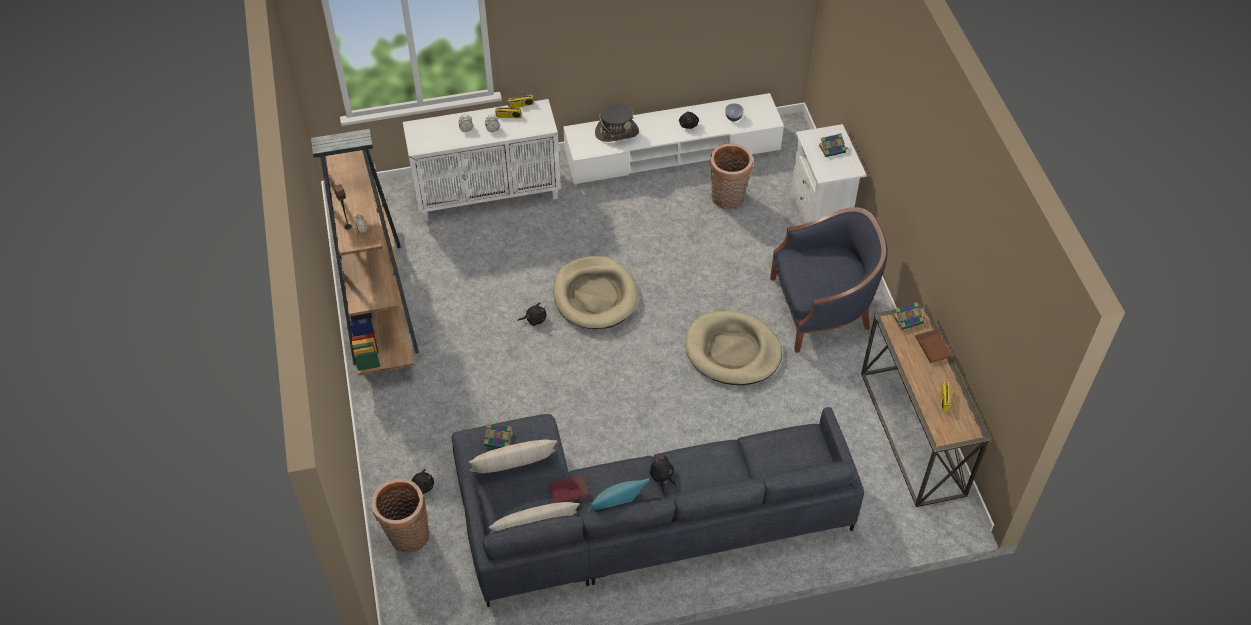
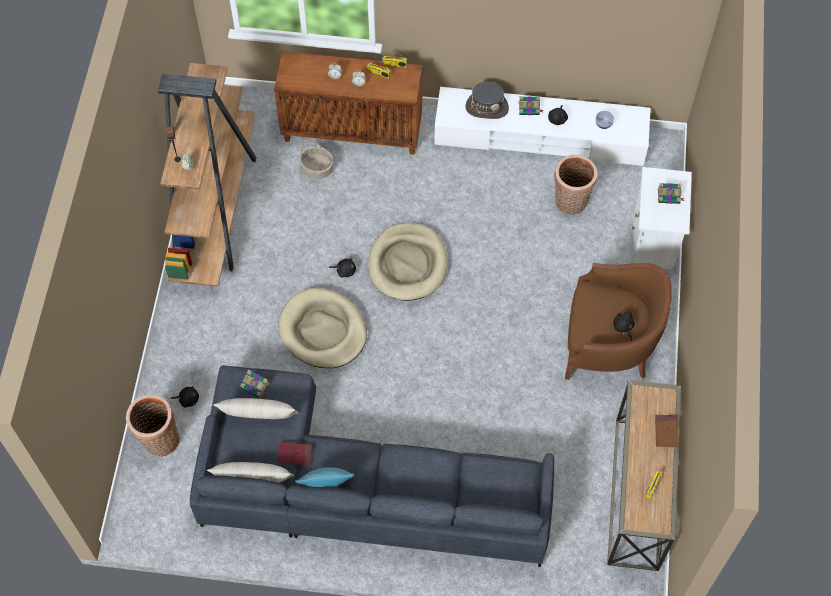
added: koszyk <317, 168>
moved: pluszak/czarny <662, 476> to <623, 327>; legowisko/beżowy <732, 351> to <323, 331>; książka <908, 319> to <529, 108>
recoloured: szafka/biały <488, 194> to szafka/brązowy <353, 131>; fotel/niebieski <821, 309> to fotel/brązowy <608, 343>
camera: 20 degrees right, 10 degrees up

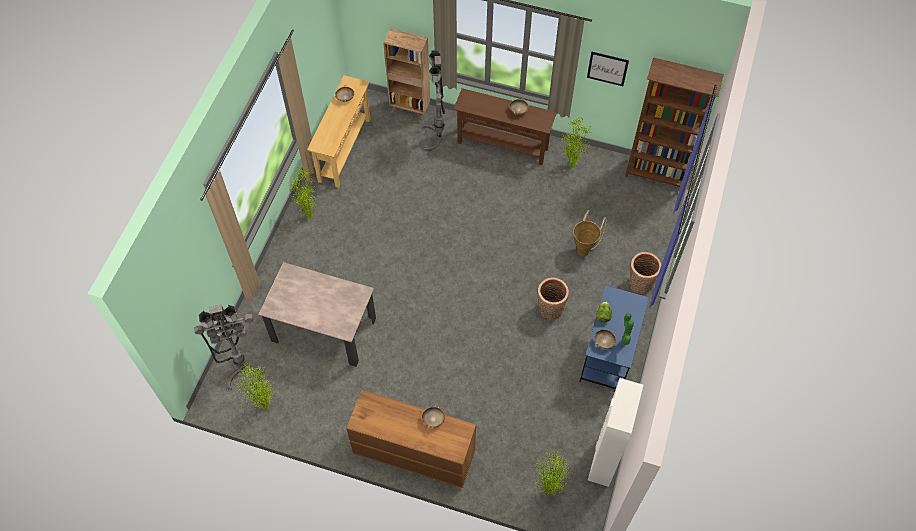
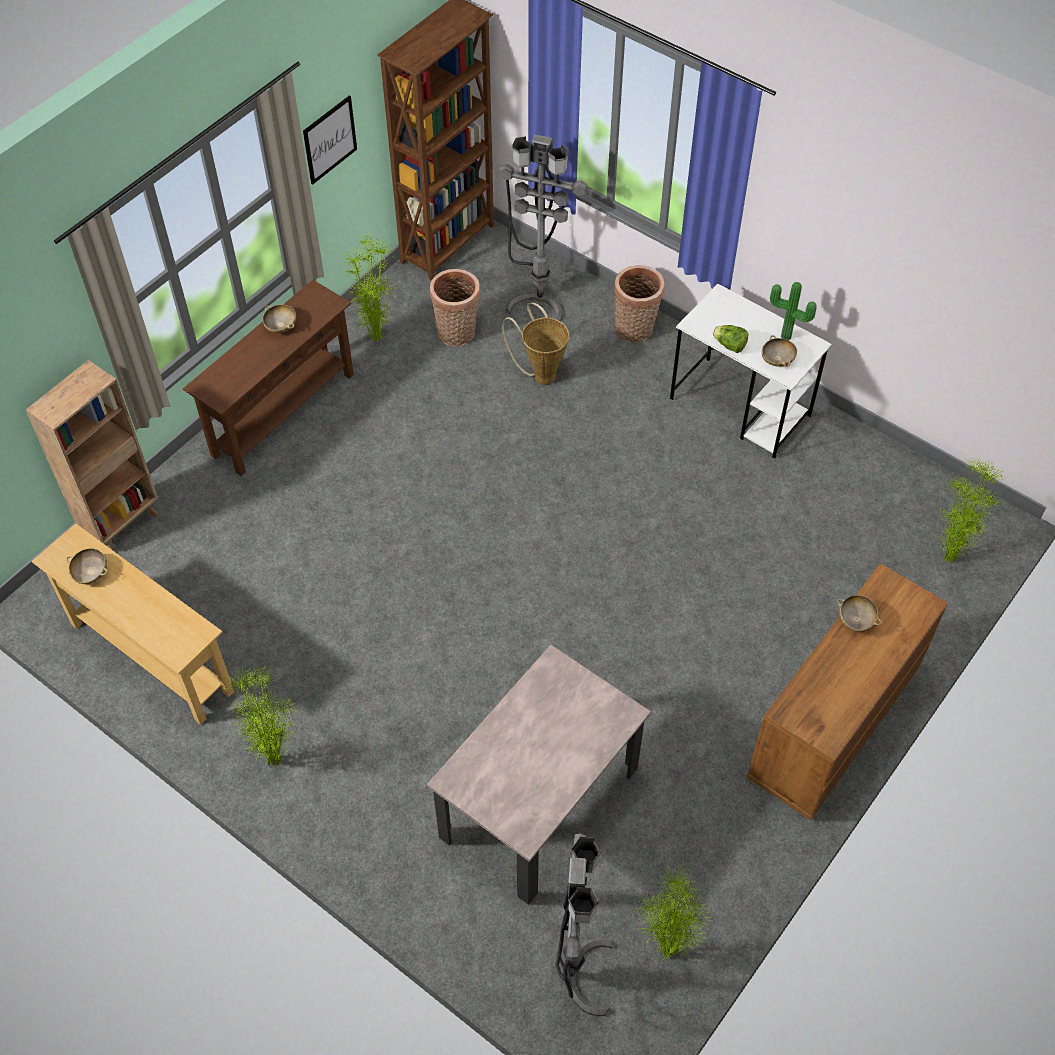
removed: szafka/biały <603, 461>
moved: lampa stojąca/szary <437, 137> to <538, 301>; koszyk <550, 310> to <457, 334>
recoloured: biurko/niebieski <608, 355> to biurko/biały <741, 407>
camera: 70 degrees left, 5 degrees down

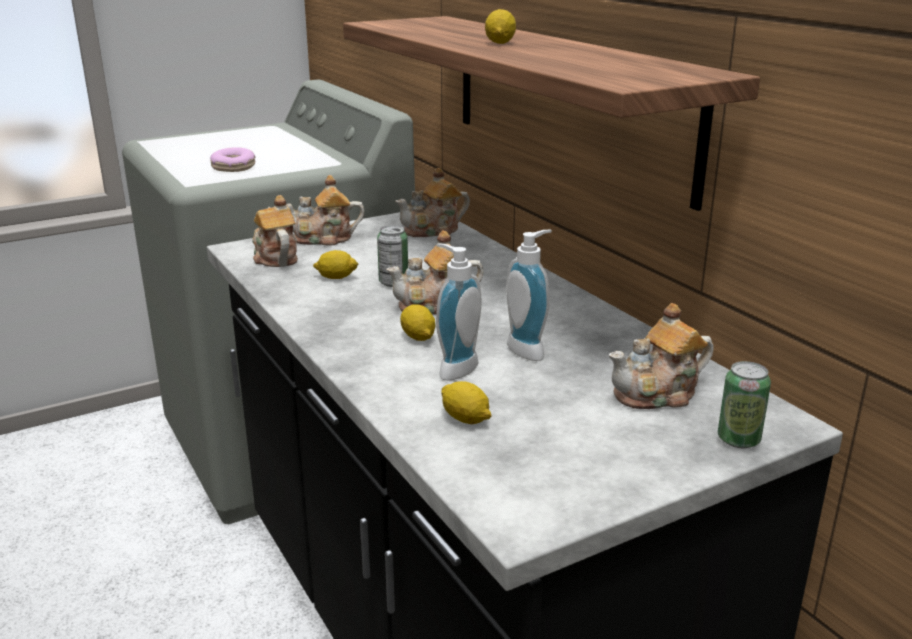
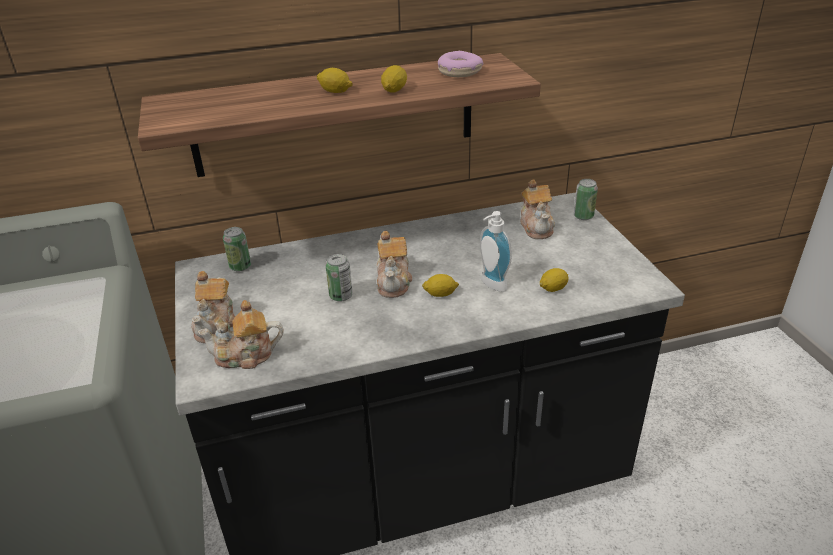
removed: dozownik mydła <530, 349>
moved: donut <233, 168> to <460, 72>; cytryna <336, 277> to <394, 90>
replaced: imbryk <433, 231> to puszka <240, 266>
camera: 75 degrees left, 10 degrees up

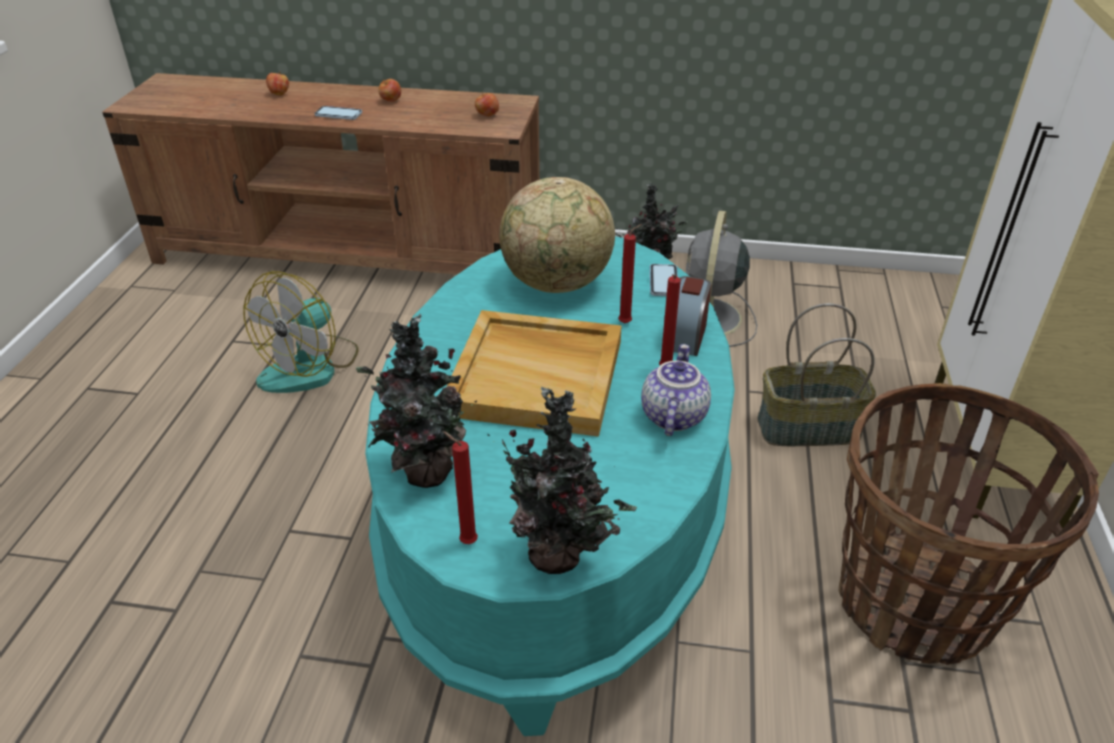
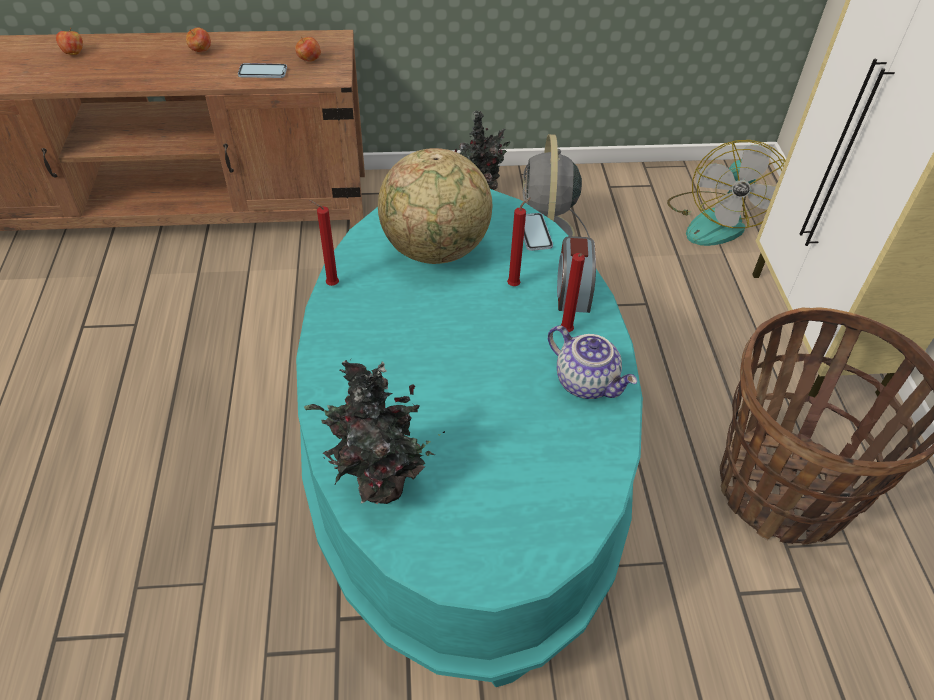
removed: taca/beżowy <538, 376>; roślina doniczkowa <561, 556>; koszyk <807, 429>
moved: wentylator <310, 367> to <716, 220>; telefon <338, 114> to <263, 72>; świeca/czerwony <466, 541> to <330, 285>
turned: imbryk <672, 415> = <587, 382> 135 degrees clockwise
camera: 15 degrees left, 10 degrees up

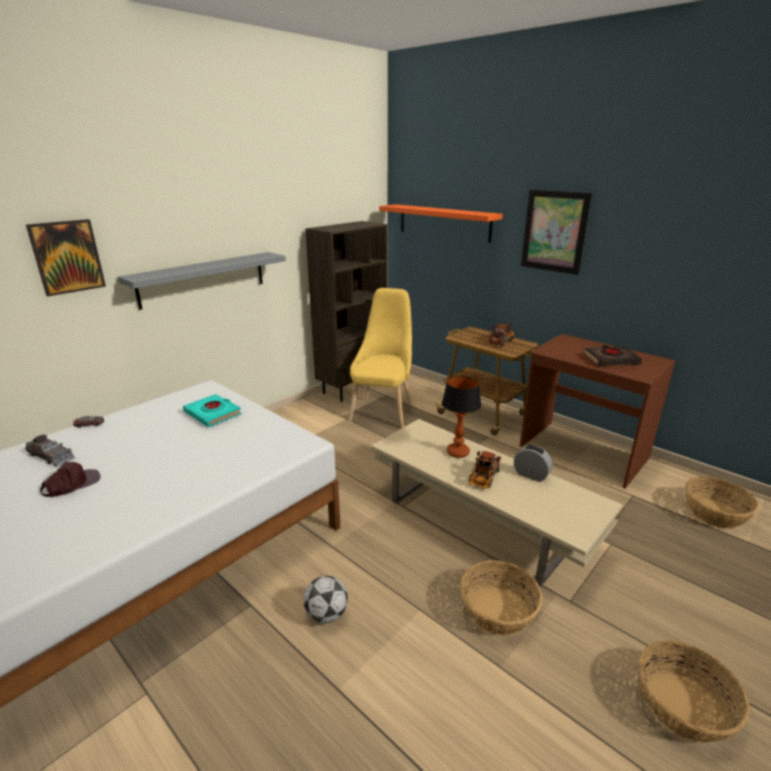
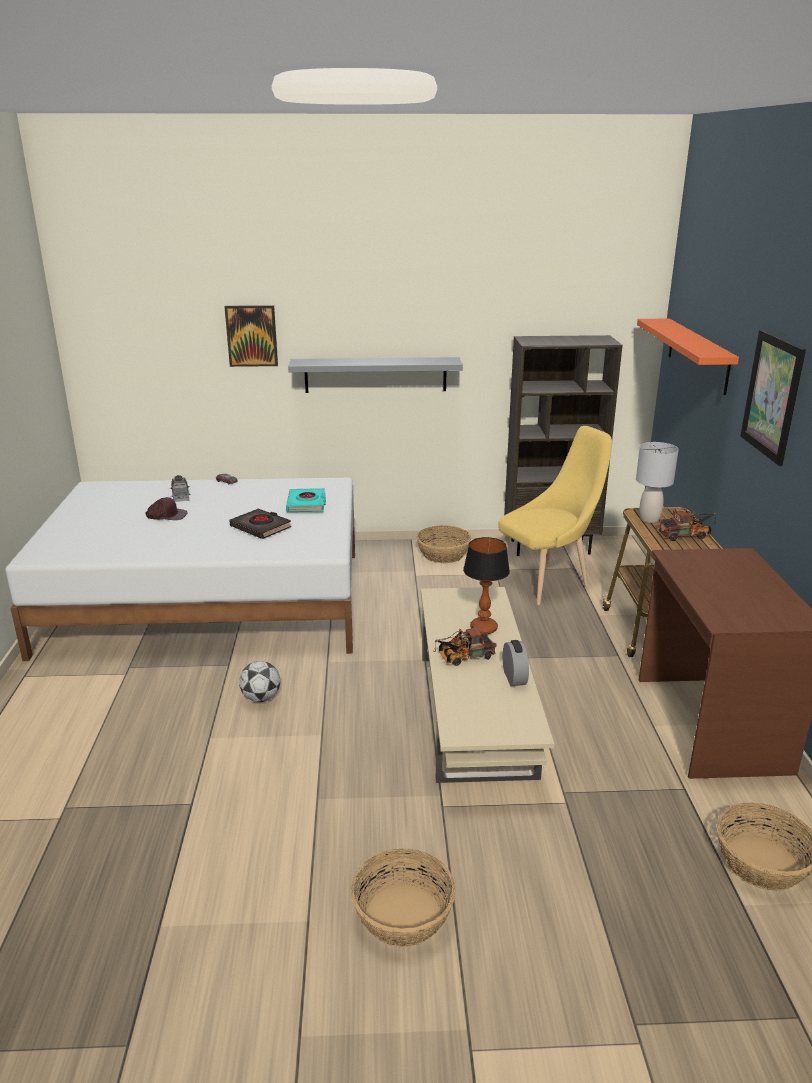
added: lampa stołowa/szary <649, 519>
moved: koszyk <498, 610> to <443, 554>; książka/czarny <610, 359> to <261, 527>
camera: 45 degrees right, 0 degrees up

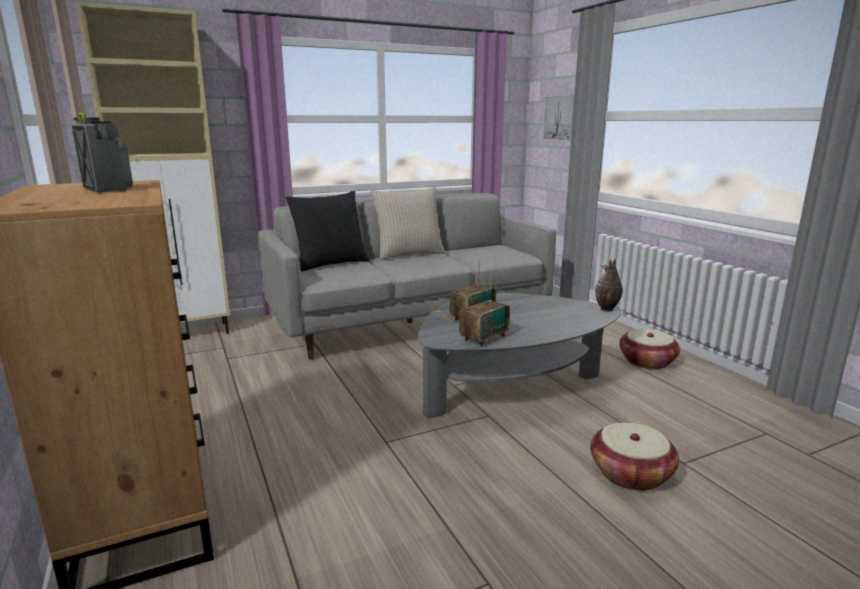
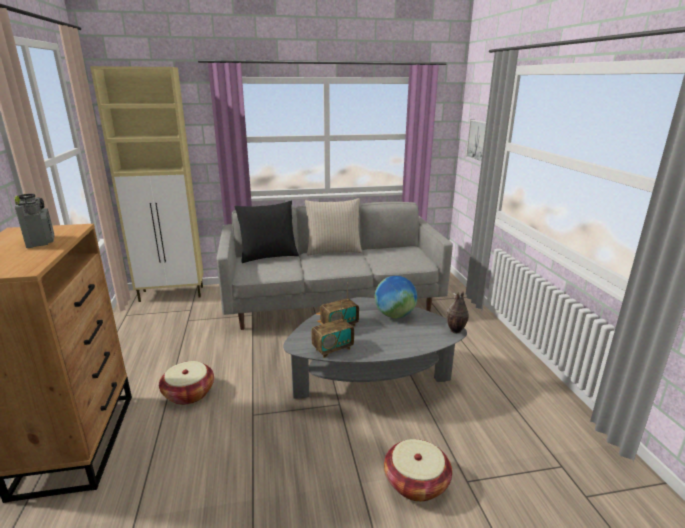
added: globus <394, 315>
moved: koszyk <647, 362> to <189, 393>
camera: 15 degrees right, 5 degrees up

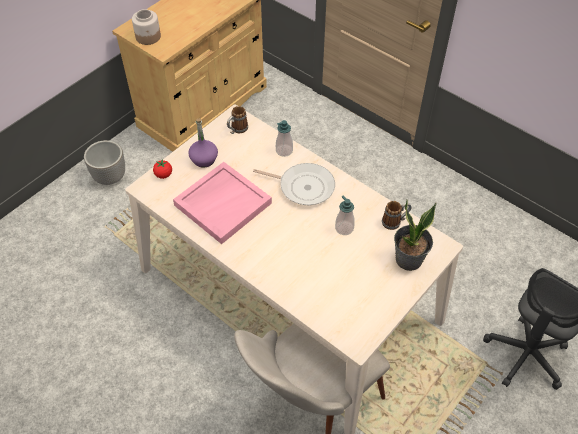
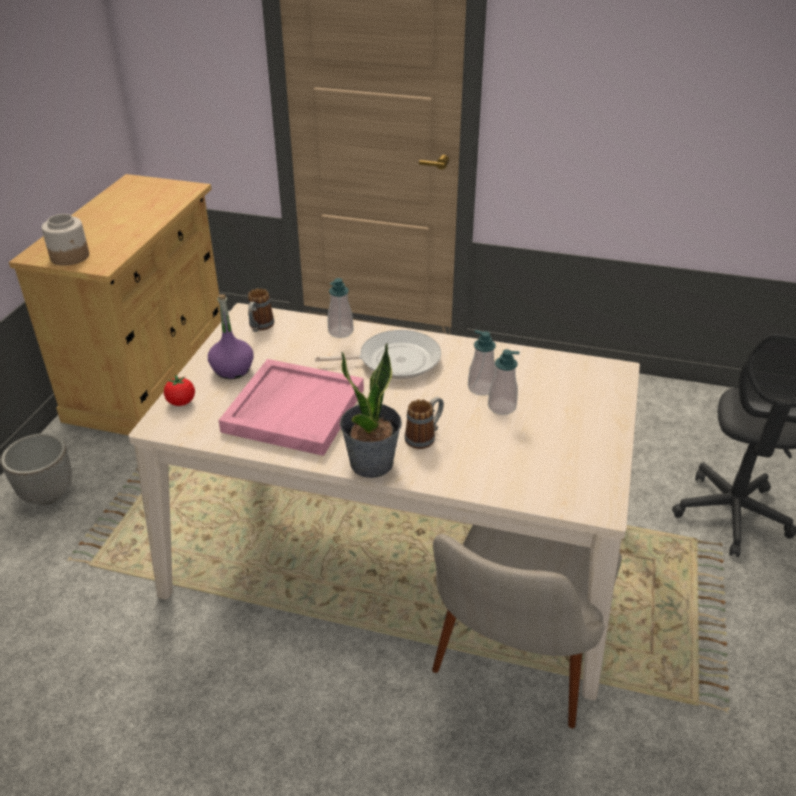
added: dozownik mydła <502, 407>
moved: kubek <395, 222> to <425, 437>; roślina doniczkowa <409, 260> to <372, 463>
camera: 25 degrees left, 15 degrees down

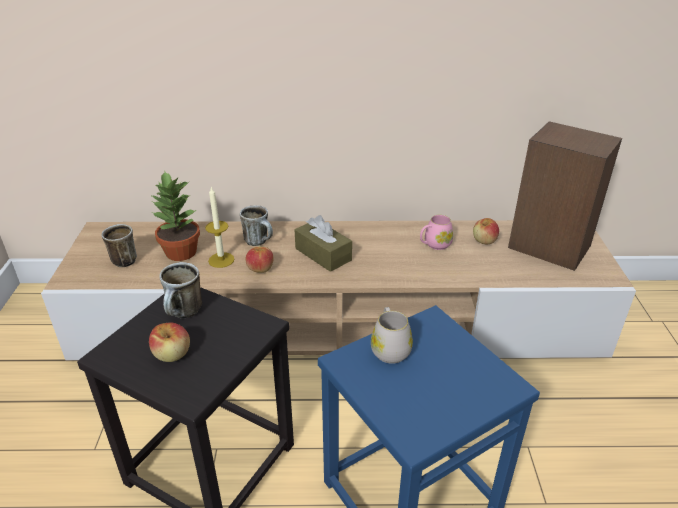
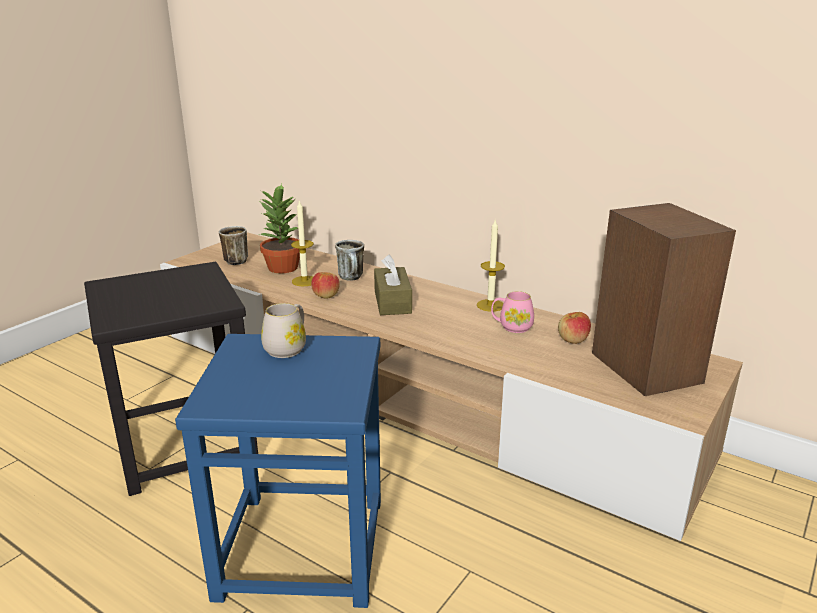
removed: jabłko <172, 354>; kubek <184, 314>
added: świeca <490, 305>
camera: 35 degrees right, 10 degrees down

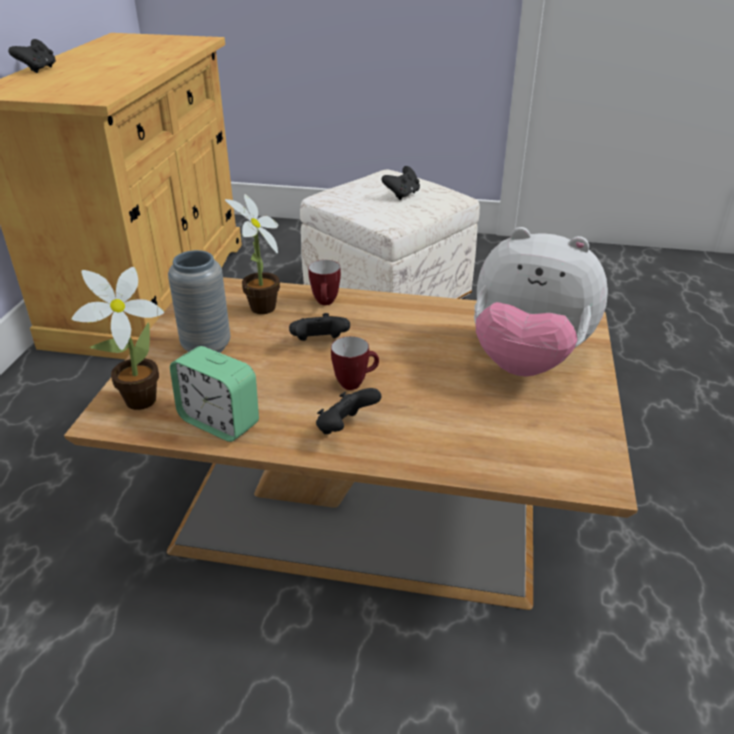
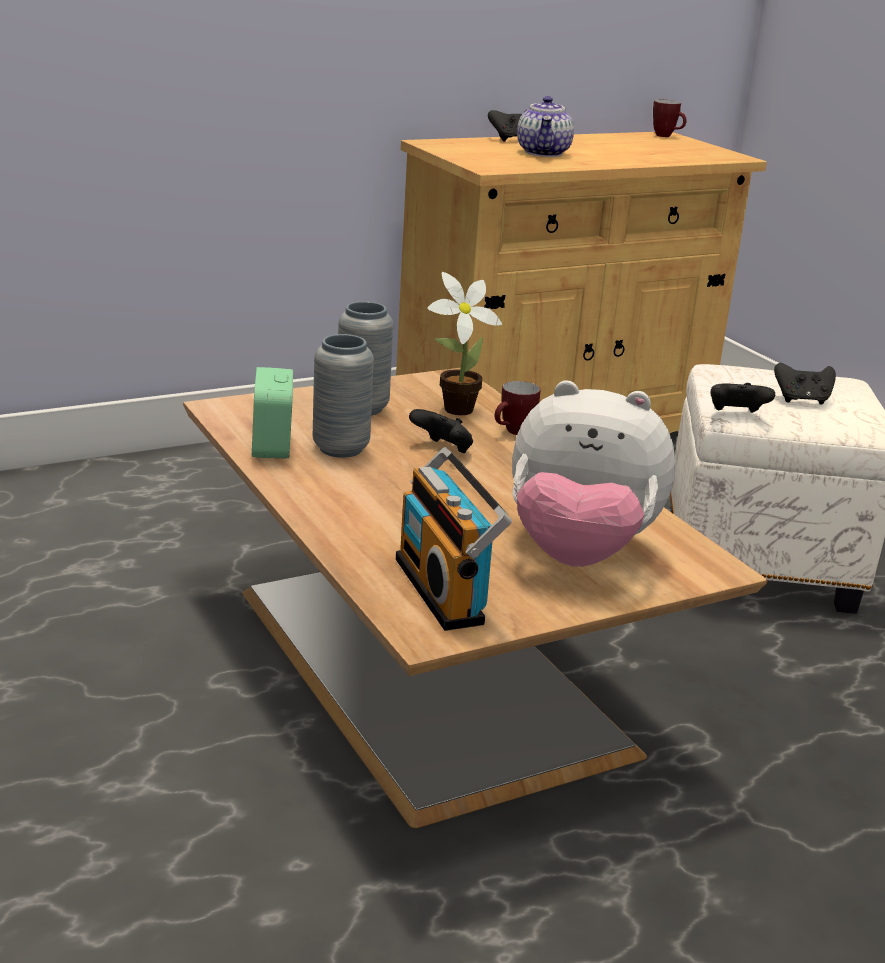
removed: roślina doniczkowa <135, 402>
added: wazon/szary <341, 449>; radio <445, 590>; imbryk <544, 153>
moved: pad do gier/czarny <345, 428> to <736, 414>; kubek <355, 383> to <667, 136>
turned: pluszak <527, 361> = <579, 554> 60 degrees counterclockwise
camera: 50 degrees right, 10 degrees down

